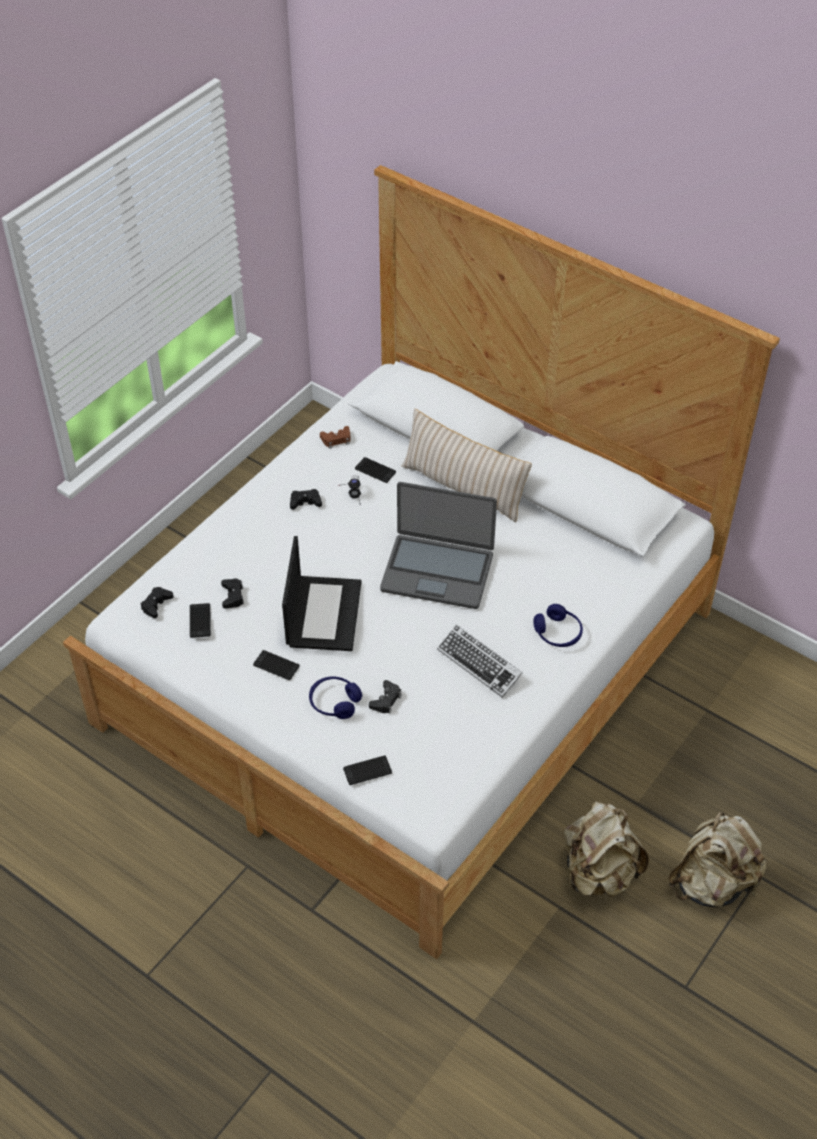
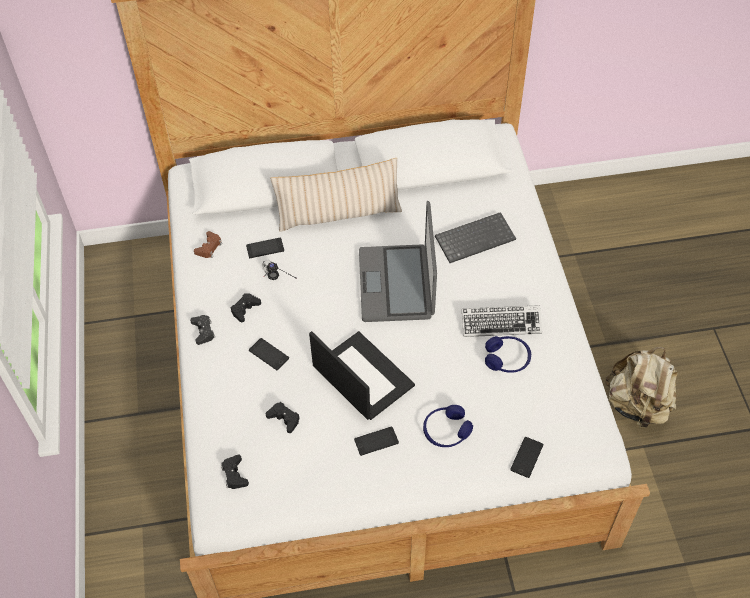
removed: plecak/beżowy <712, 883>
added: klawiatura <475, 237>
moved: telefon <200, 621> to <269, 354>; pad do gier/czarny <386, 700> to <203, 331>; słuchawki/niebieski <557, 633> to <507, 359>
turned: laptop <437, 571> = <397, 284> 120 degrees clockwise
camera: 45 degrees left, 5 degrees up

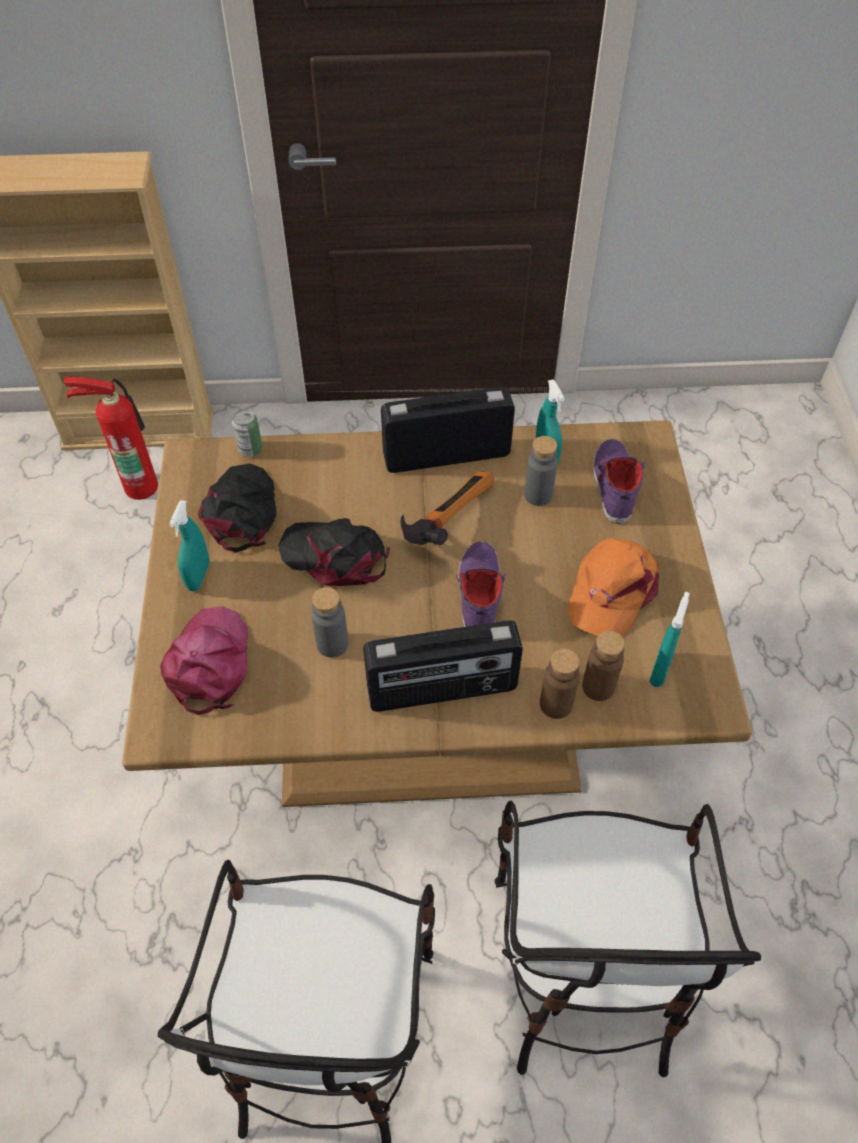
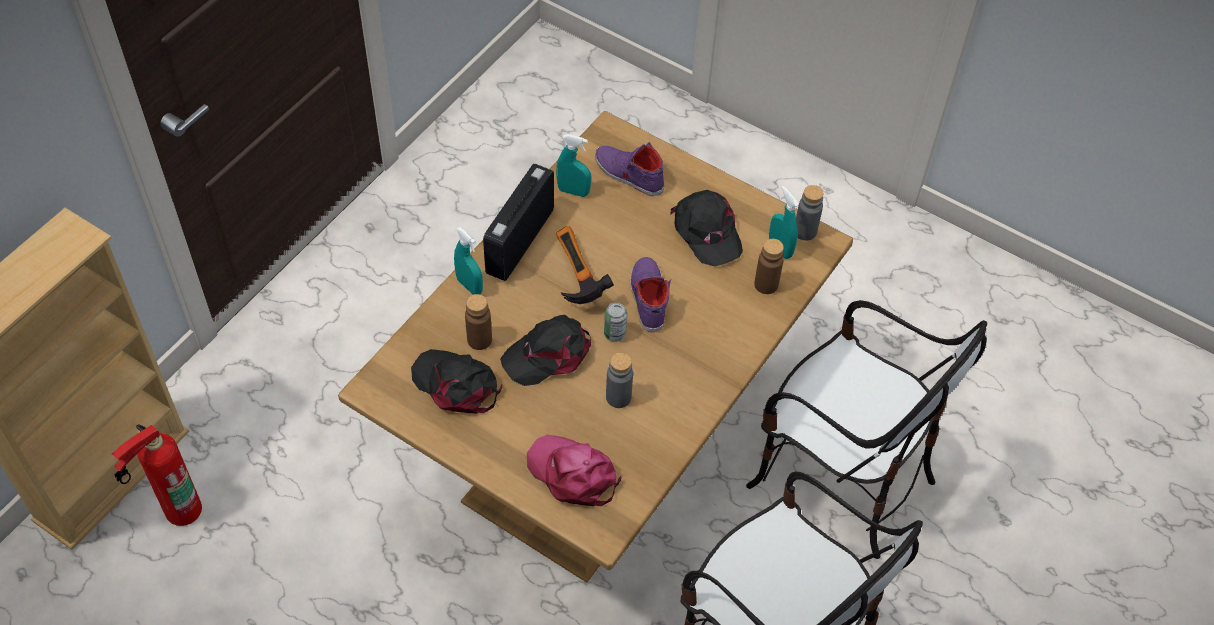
removed: radio <442, 690>
moved: spryskiwacz/turkusowy <198, 576> to <469, 286>; puszka <250, 449> to <614, 334>; butelka/szary <538, 495> to <805, 231>; butelka/brązowy <556, 704> to <479, 340>
recoloured: czapka z daszkiem/pomarańczowy <611, 591> to czapka z daszkiem/czarny <706, 232>
turned: but/fioletowy <478, 592> = <647, 297> 45 degrees clockwise
camera: 55 degrees left, 0 degrees up

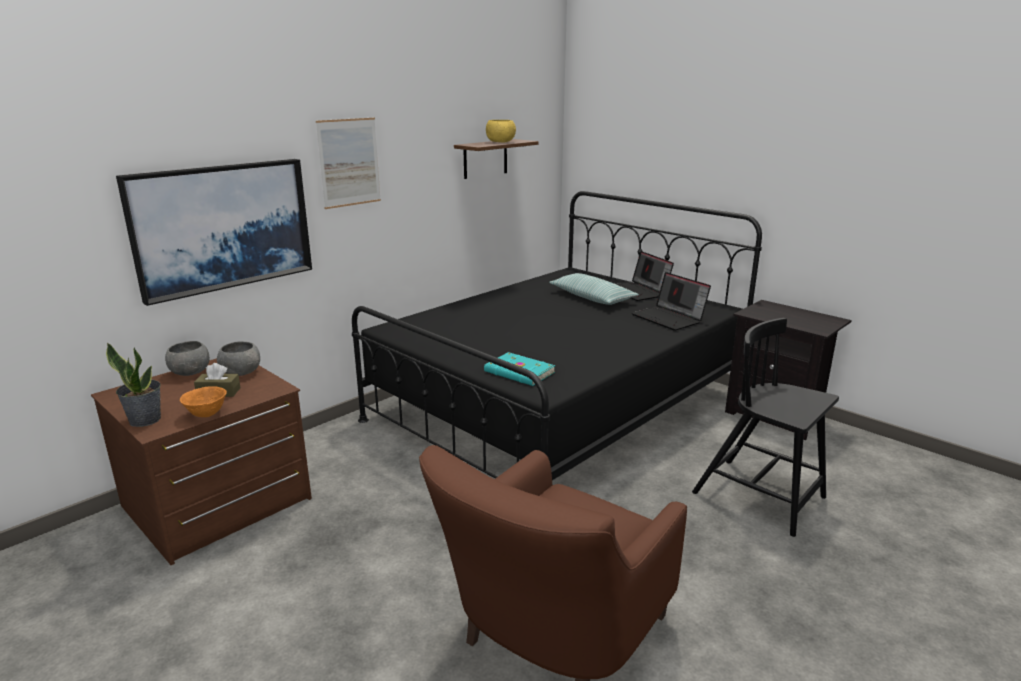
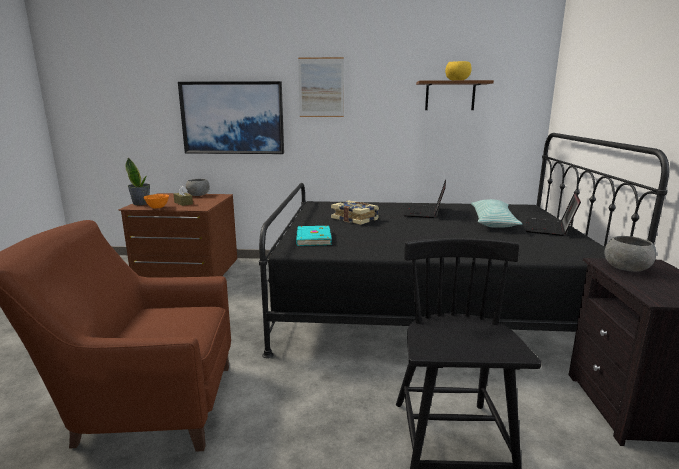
added: książka <355, 219>
moved: miska/szary <241, 373> to <626, 269>; laptop <670, 318> to <425, 212>
camera: 50 degrees right, 5 degrees down

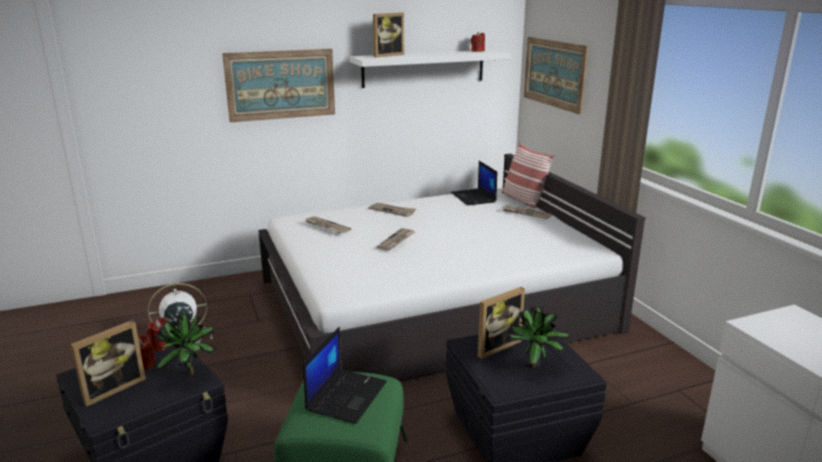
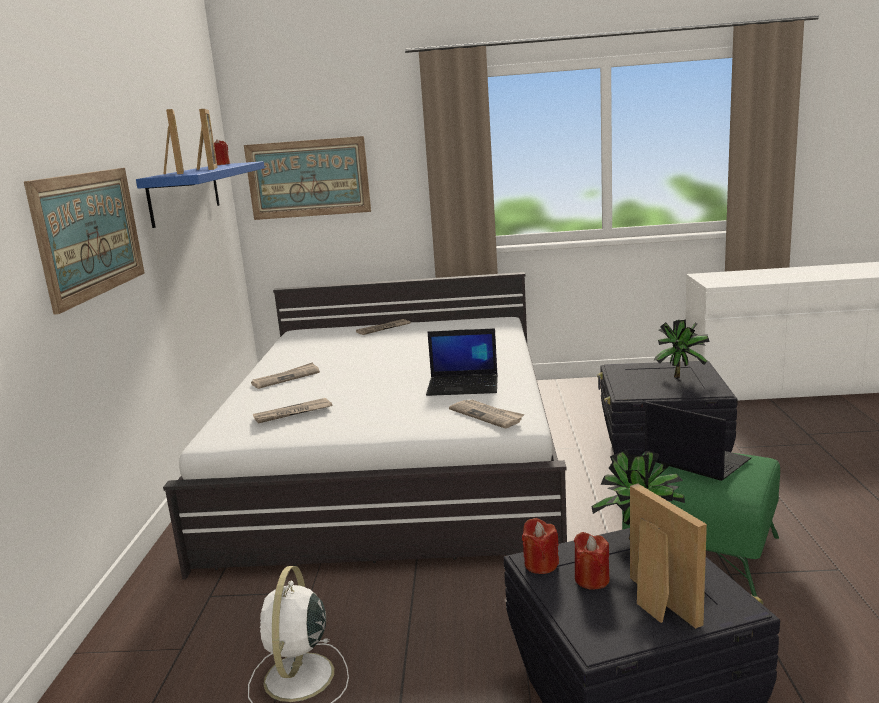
removed: poduszka <523, 200>
moved: gazeta <396, 241> to <487, 415>; laptop <474, 197> to <464, 385>; ramka na zdjęcie <495, 346> to <206, 169>
recoloured: półka/biały <423, 68> to półka/niebieski <185, 193>
camera: 65 degrees left, 5 degrees down

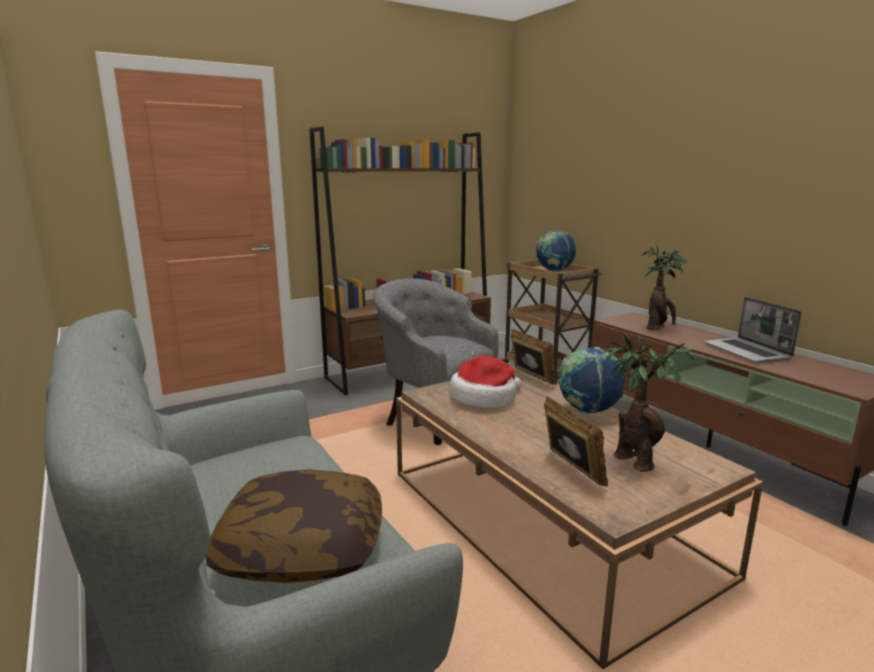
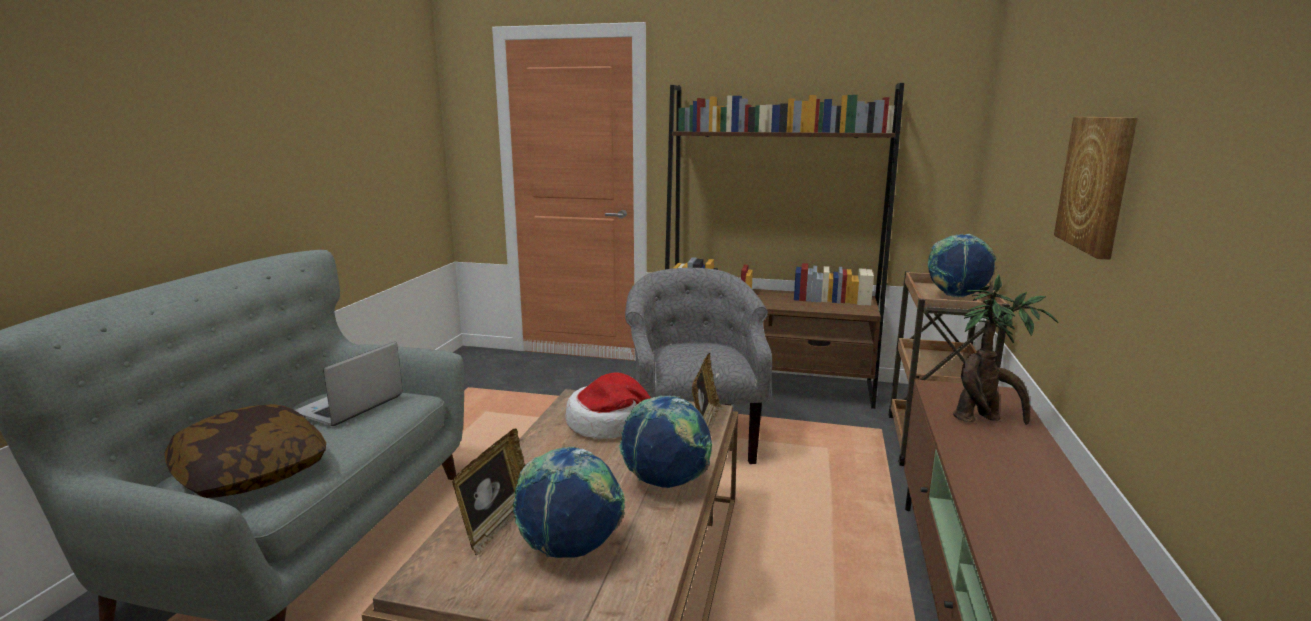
added: obraz <1097, 183>
moved: laptop <747, 352> to <349, 406>
replaced: roślina doniczkowa <631, 459> to globus <571, 549>
camera: 45 degrees right, 0 degrees up

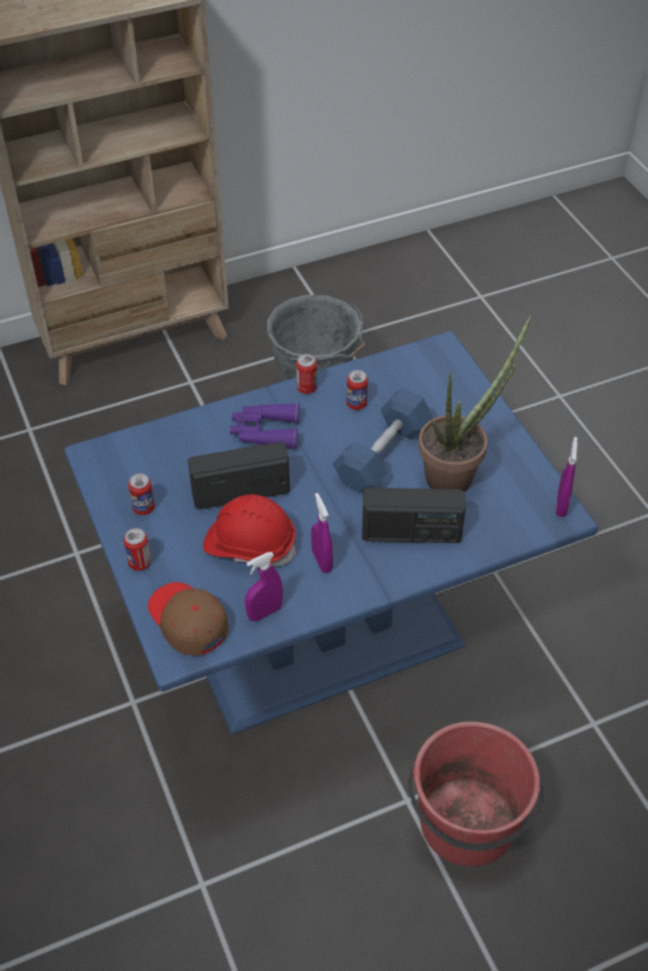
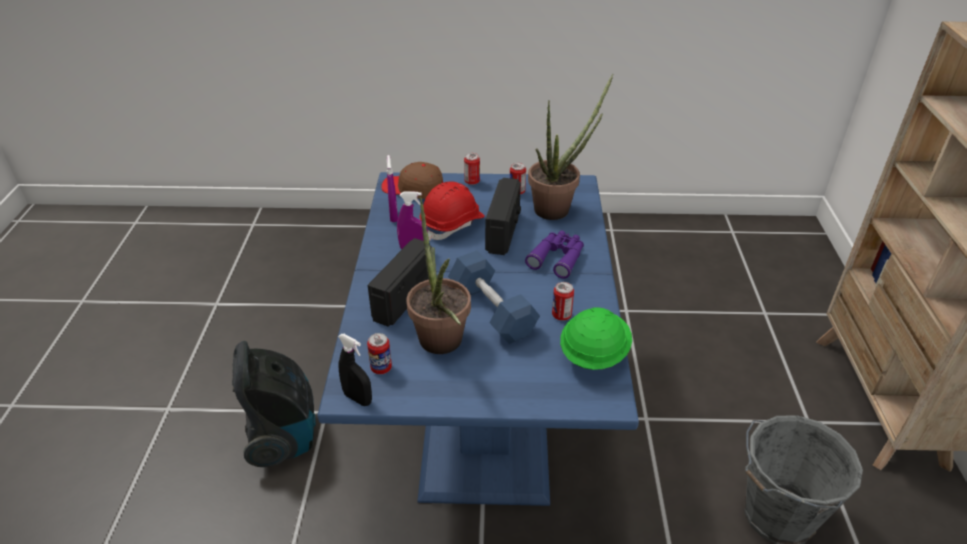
added: roślina doniczkowa <558, 207>; kask/zielony <593, 354>
moved: puszka <306, 388> to <381, 368>
replaced: wiadro/czerwony <467, 824> to odkurzacz <284, 436>
recoloured: spryskiwacz/fioletowy <561, 505> to spryskiwacz/czarny <358, 398>
turned: czapka z daszkiem/brązowy <188, 621> = <413, 188> 150 degrees counterclockwise
camera: 115 degrees right, 10 degrees down

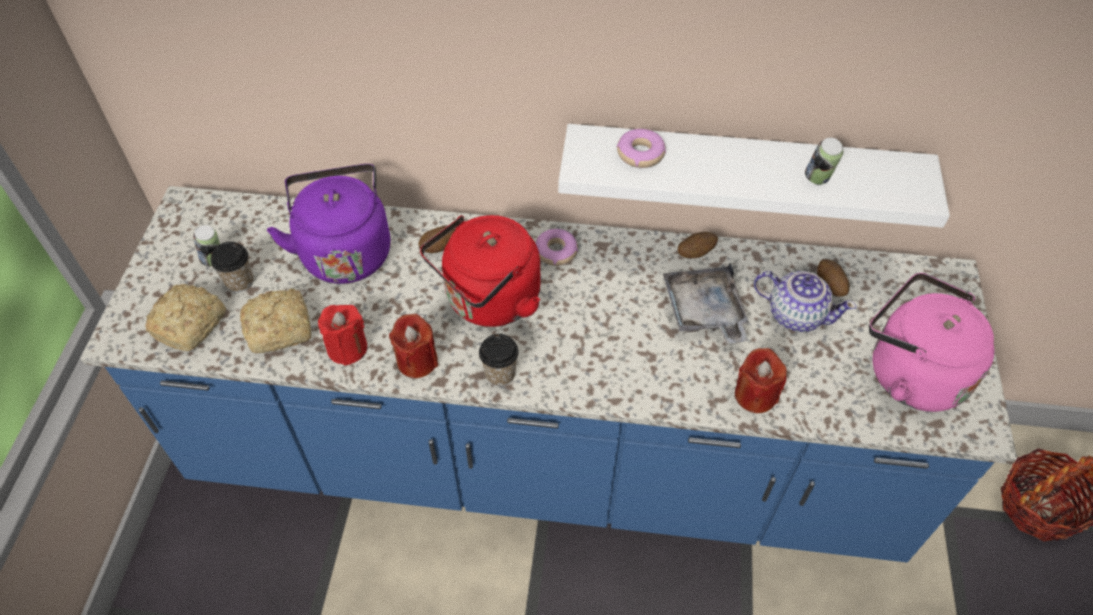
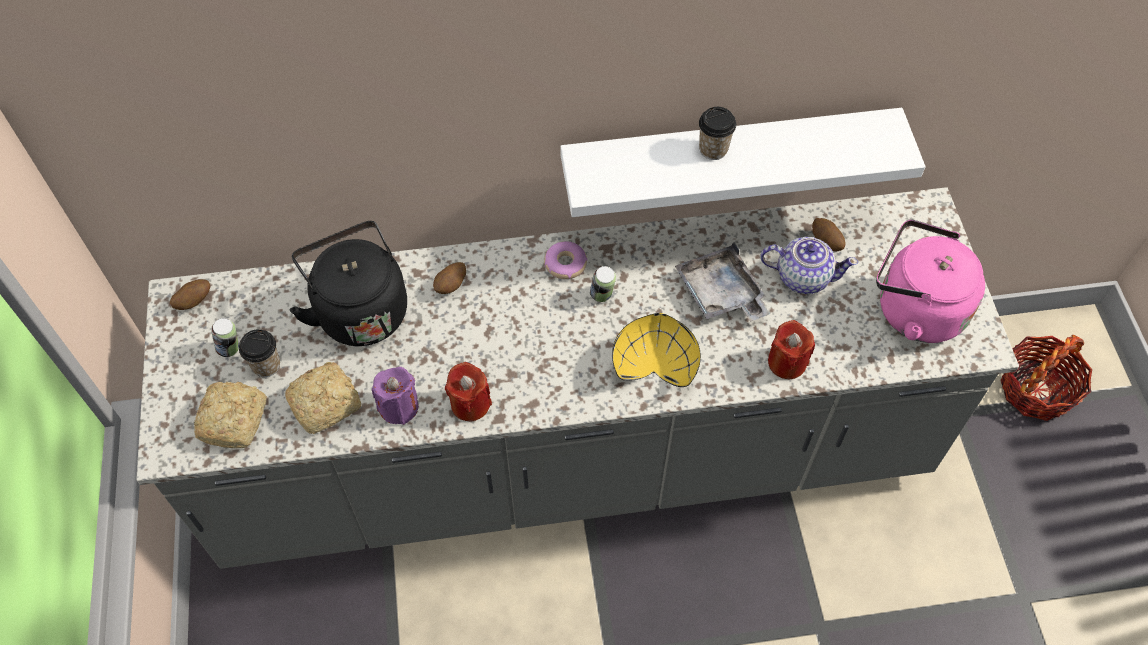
removed: czajnik/czerwony <488, 301>; donut <640, 154>
added: miska/żółty <654, 363>
moved: filiżanka <500, 374> to <713, 149>; ziemniak <695, 253> to <194, 301>; puszka <817, 179> to <602, 296>
recoloured: zabudowa kuchenna/niebieski <546, 460> to zabudowa kuchenna/szary <574, 458>; czajnik/fioletowy <345, 251> to czajnik/czarny <359, 309>; świeca/czerwony <347, 348> to świeca/fioletowy <399, 407>
camera: 15 degrees left, 5 degrees up

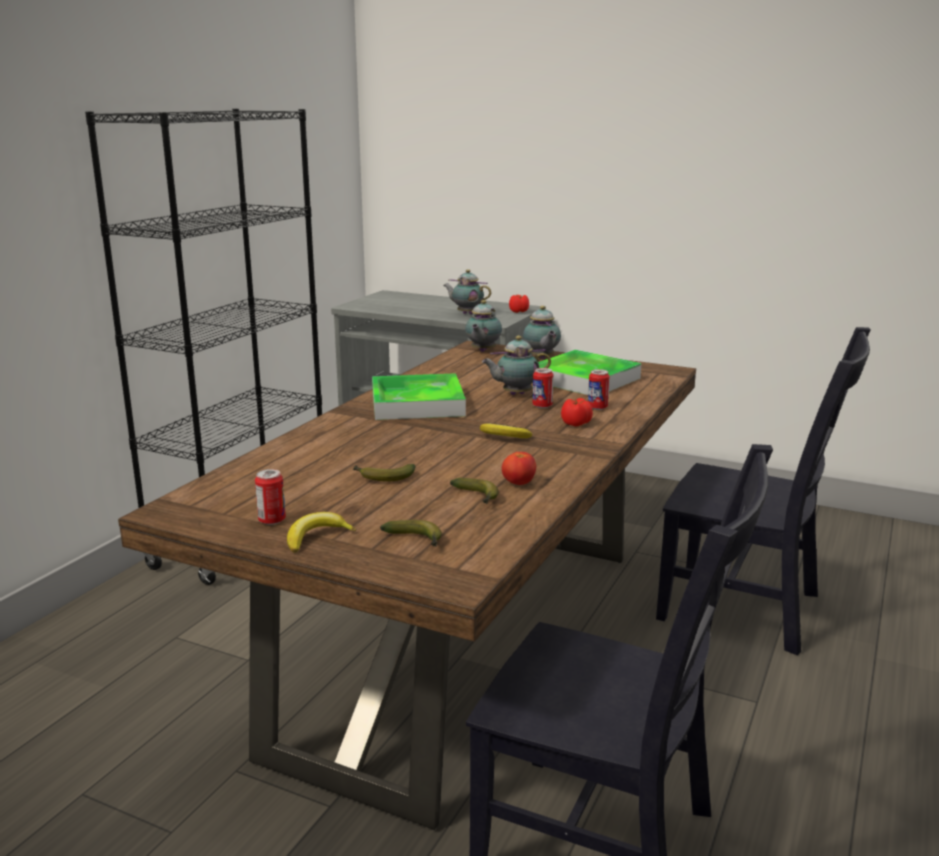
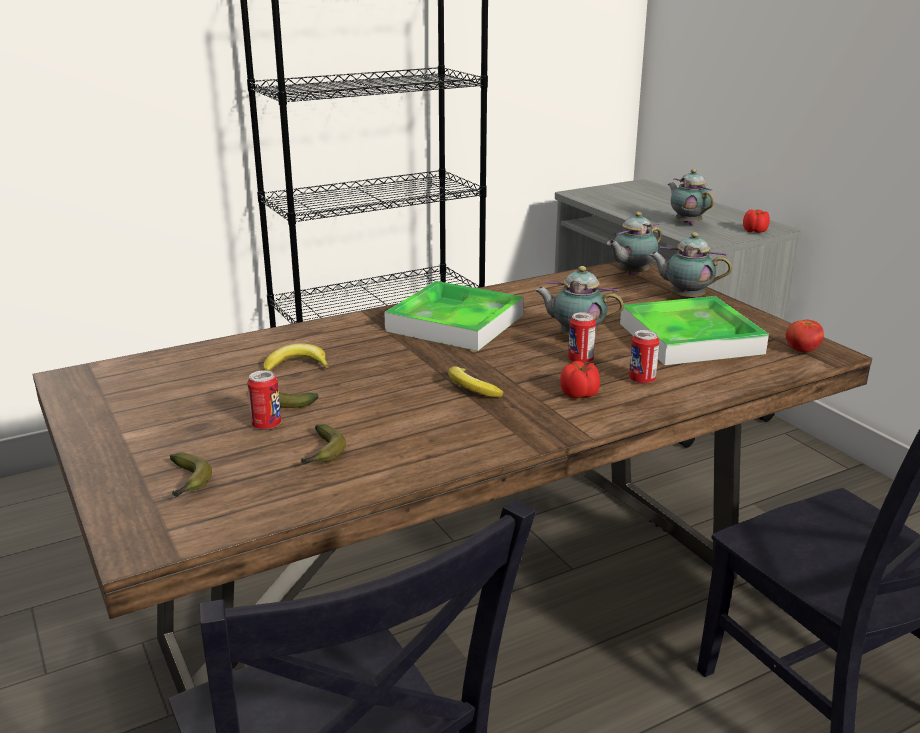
moved: puszka <272, 520> to <266, 425>; banan <316, 537> to <297, 365>; pomidor <518, 483> to <801, 351>
turned: imbryk <541, 358> = <685, 298> 90 degrees clockwise
camera: 35 degrees right, 5 degrees up

